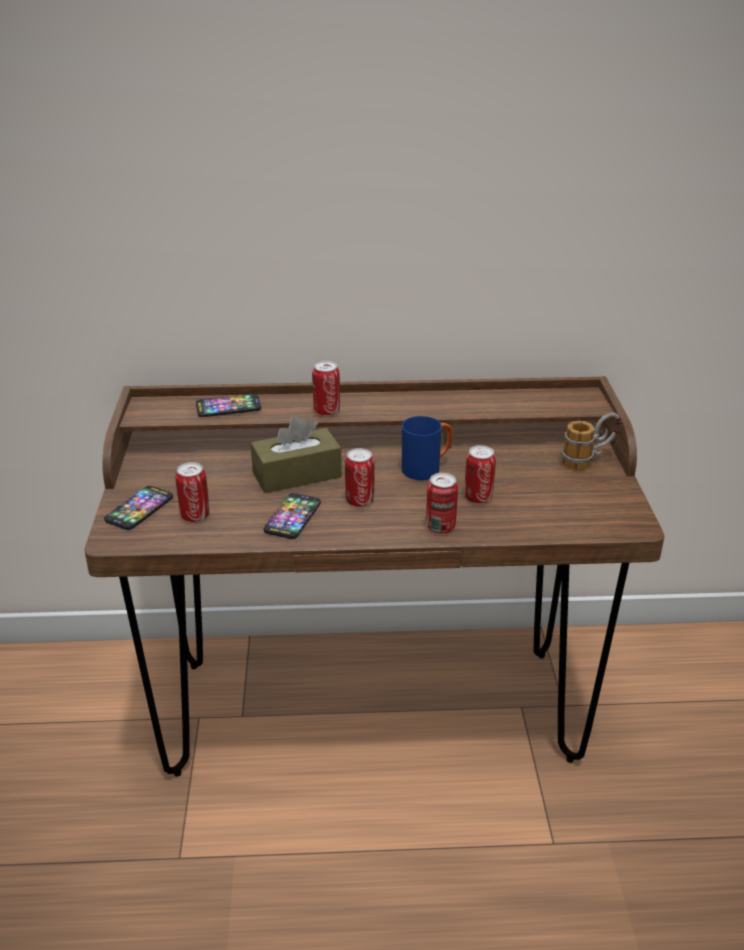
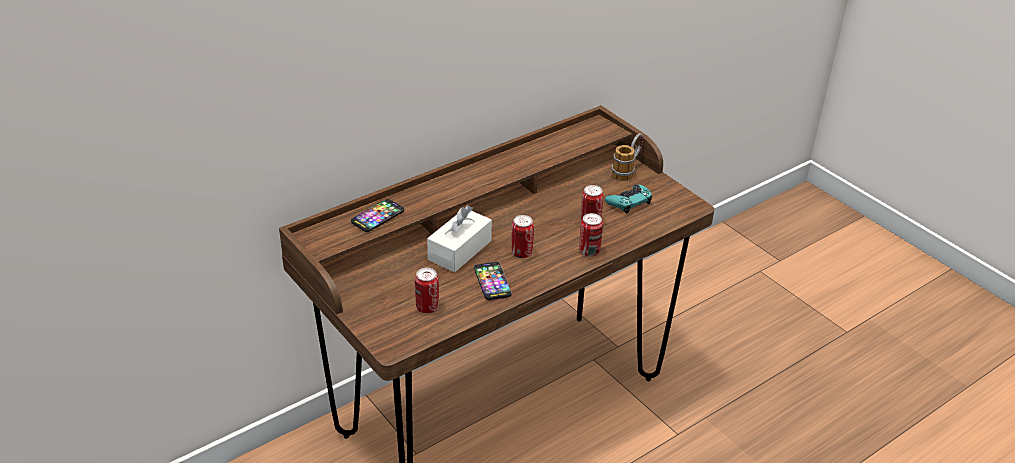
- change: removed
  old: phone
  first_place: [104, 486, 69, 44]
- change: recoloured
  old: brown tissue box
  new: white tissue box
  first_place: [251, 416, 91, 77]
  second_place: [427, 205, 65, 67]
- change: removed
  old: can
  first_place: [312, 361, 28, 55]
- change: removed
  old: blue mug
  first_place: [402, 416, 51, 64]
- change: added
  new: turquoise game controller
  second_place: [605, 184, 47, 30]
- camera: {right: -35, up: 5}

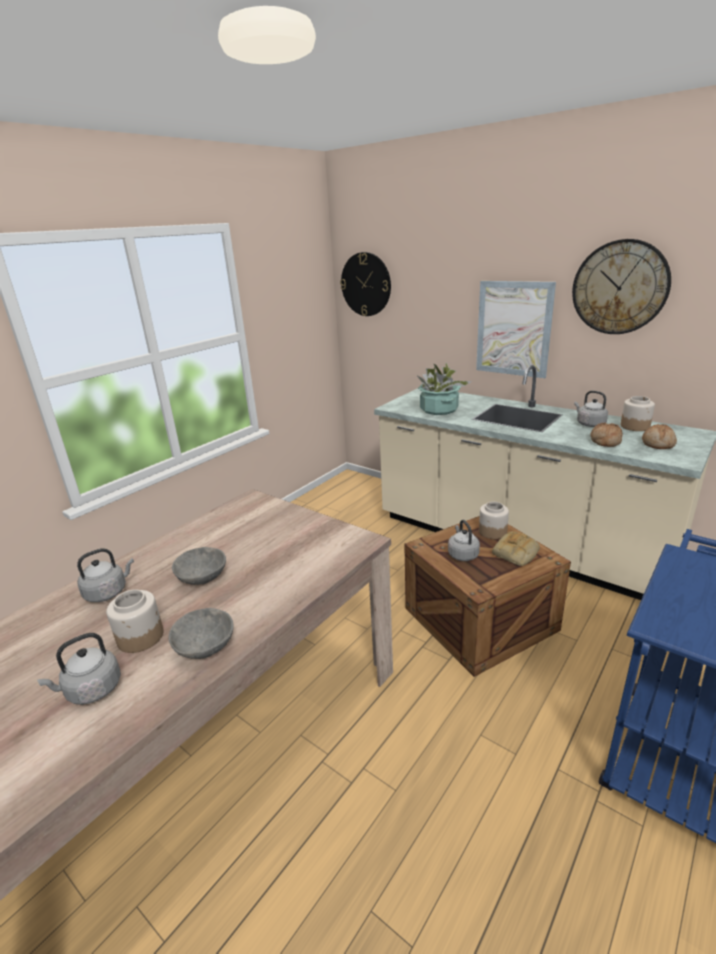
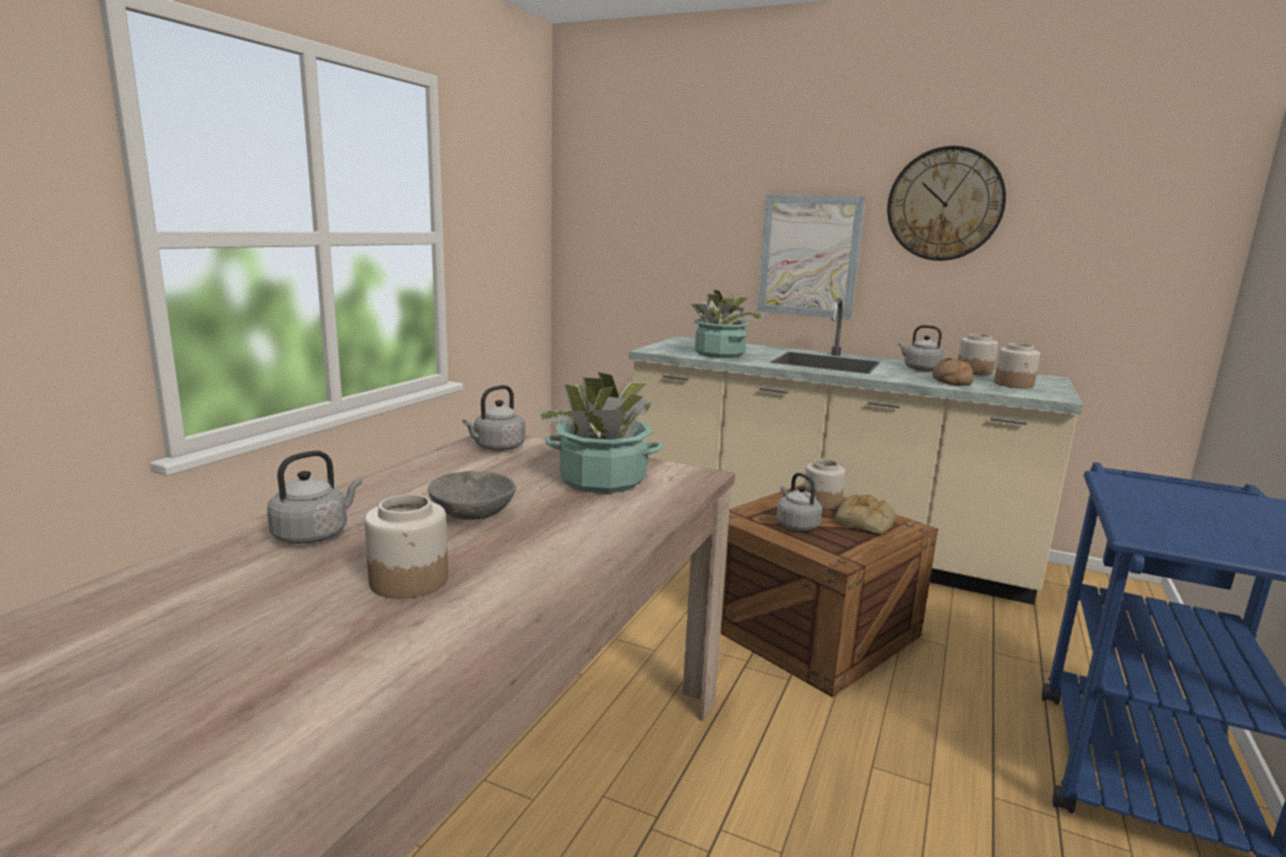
- change: moved
  old: grey kettle
  first_place: [37, 633, 84, 72]
  second_place: [462, 385, 63, 66]
- change: removed
  old: grey bowl
  first_place: [168, 608, 66, 51]
- change: removed
  old: wall clock
  first_place: [340, 252, 51, 64]
- change: replaced
  old: bread
  new: jar
  first_place: [642, 424, 35, 25]
  second_place: [994, 343, 46, 45]
- change: added
  new: potted plant
  second_place: [537, 372, 126, 122]
- camera: {right: -15, up: -10}

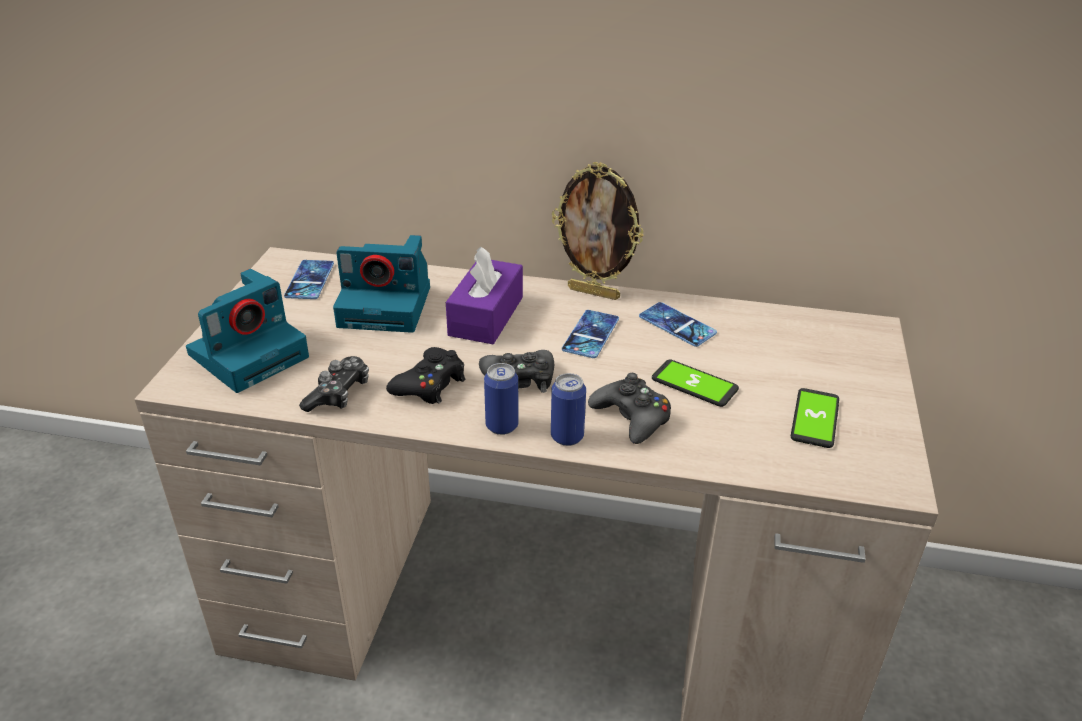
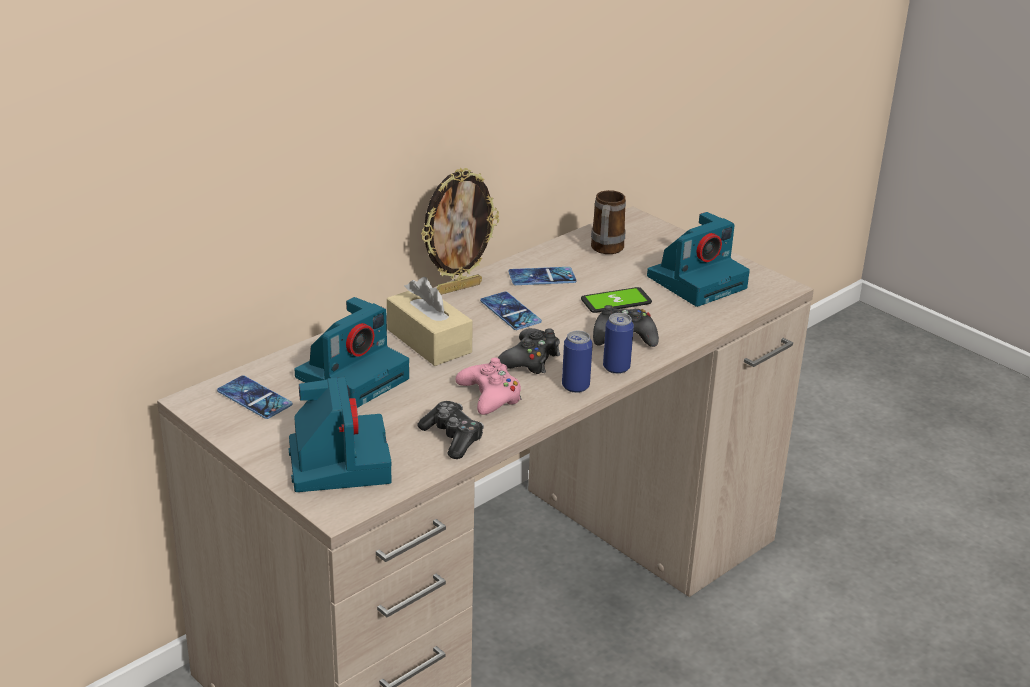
- change: recoloured
  old: black game controller
  new: pink game controller
  first_place: [386, 347, 79, 57]
  second_place: [456, 358, 66, 57]
- change: recoloured
  old: purple tissue box
  new: beige tissue box
  first_place: [446, 247, 77, 97]
  second_place: [387, 277, 86, 89]
- change: replaced
  old: phone
  new: photo camera
  first_place: [791, 388, 48, 60]
  second_place: [647, 212, 103, 95]
- change: added
  new: mug
  second_place: [591, 190, 35, 64]
- camera: {right: -55, up: -5}

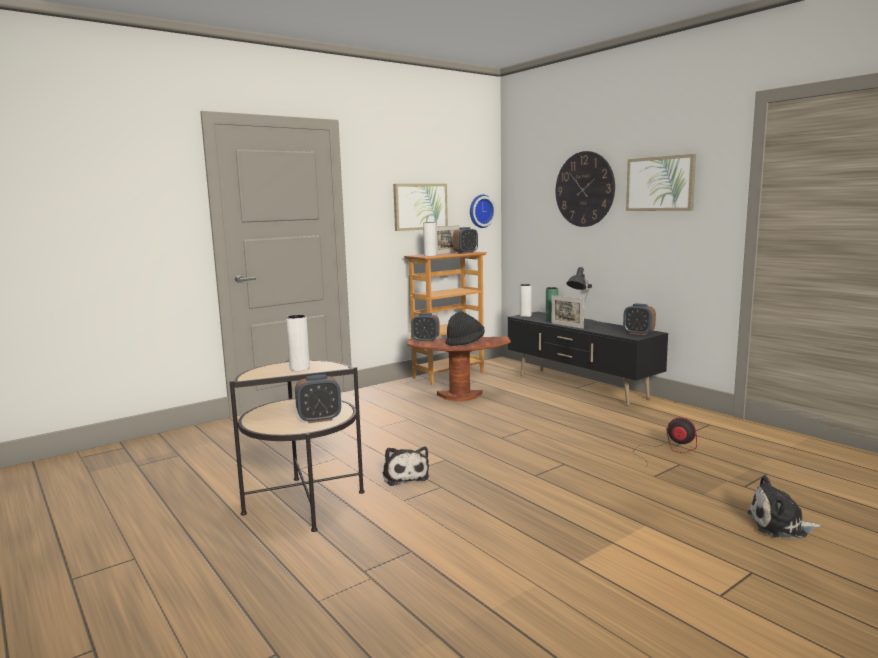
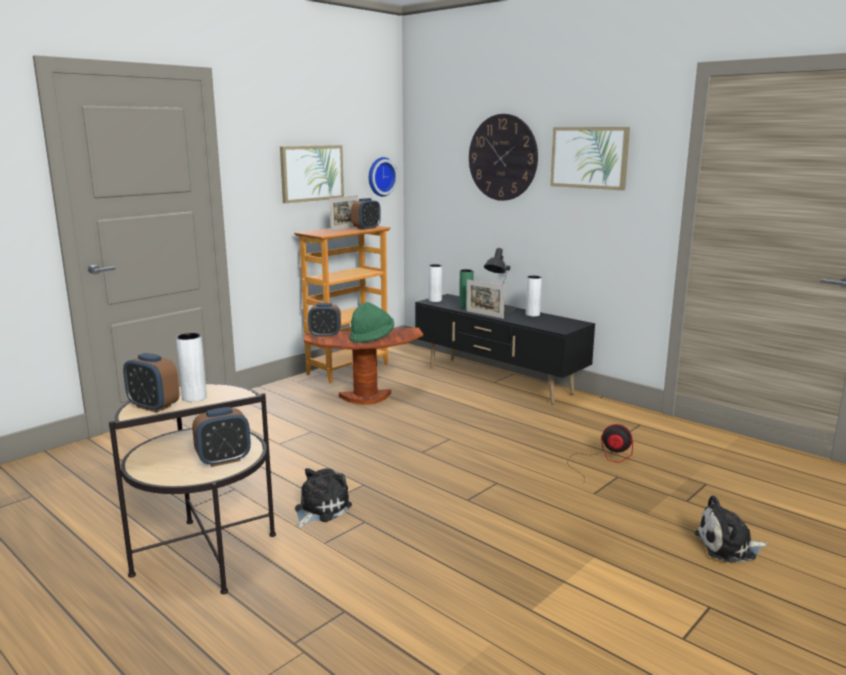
- change: turned
  old: plush toy
  first_place: [382, 447, 47, 39]
  second_place: [295, 468, 57, 60]
  degrees: -120
- change: moved
  old: white vase
  first_place: [423, 222, 13, 34]
  second_place: [526, 276, 16, 41]
- change: recoloured
  old: black hat
  new: green hat
  first_place: [445, 311, 39, 35]
  second_place: [349, 302, 45, 41]
- change: moved
  old: alarm clock
  first_place: [623, 303, 33, 32]
  second_place: [123, 353, 57, 60]
- camera: {right: -10, up: 5}

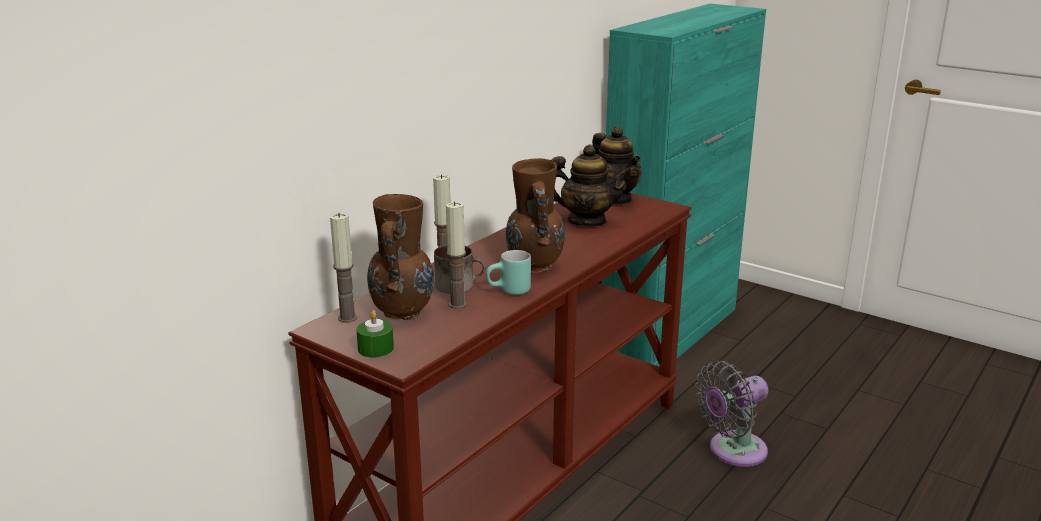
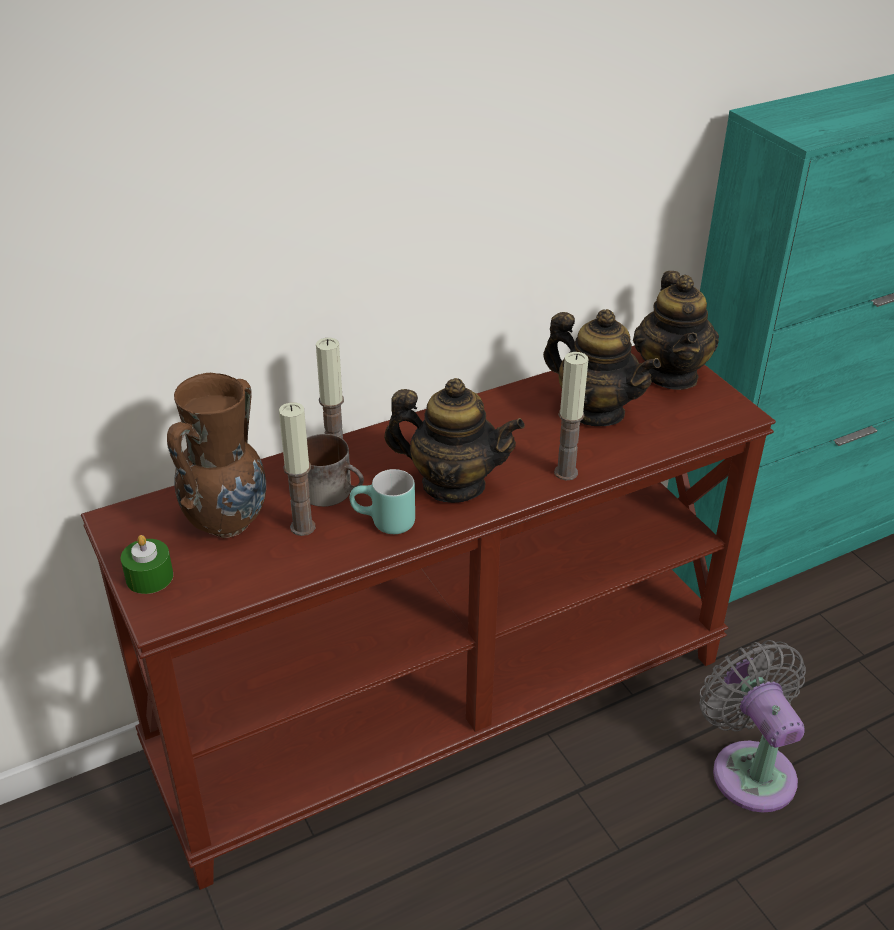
- change: moved
  old: candle
  first_place: [330, 213, 27, 110]
  second_place: [554, 352, 34, 129]
- change: replaced
  old: brown vase
  new: teapot
  first_place: [506, 158, 59, 115]
  second_place: [384, 378, 141, 125]
- change: turned
  old: grey fan
  first_place: [695, 361, 73, 106]
  second_place: [700, 640, 106, 173]
  degrees: 75
- camera: {right: 25, up: 15}

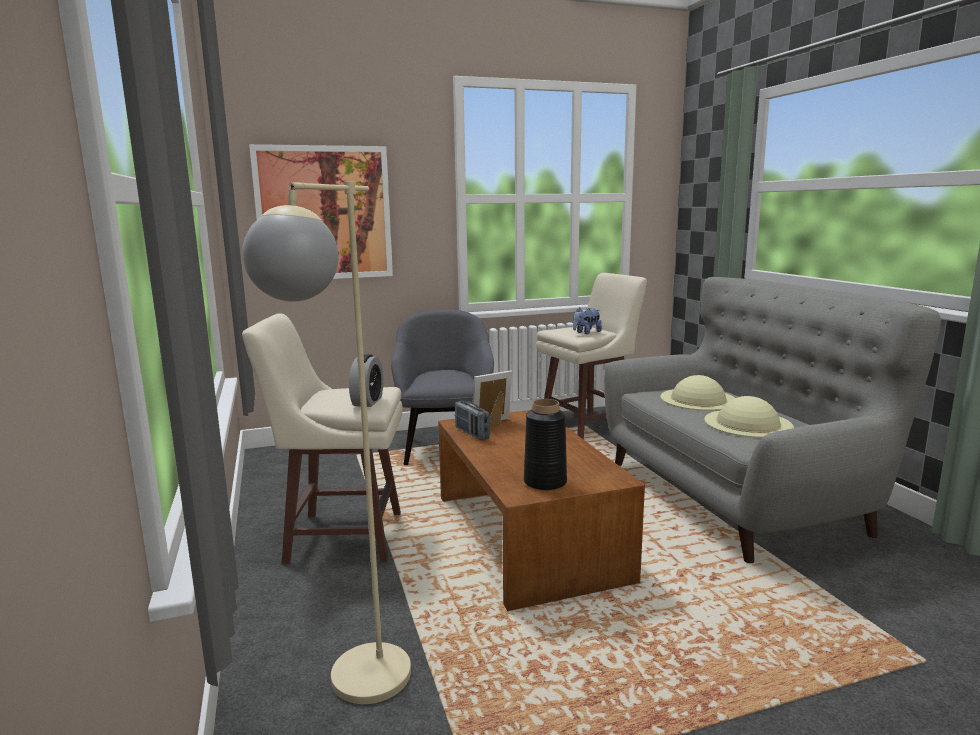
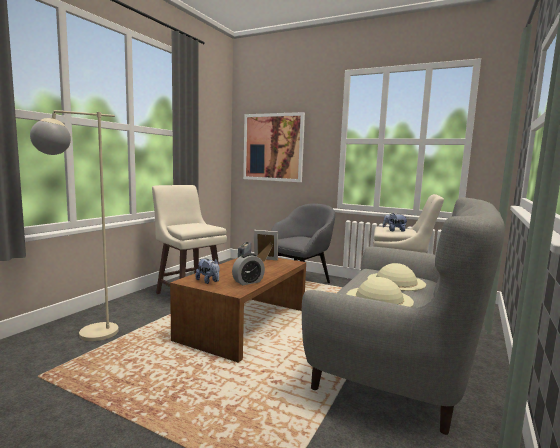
- change: moved
  old: alarm clock
  first_place: [349, 354, 35, 53]
  second_place: [232, 253, 33, 32]
- change: replaced
  old: black vase
  new: plush toy
  first_place: [524, 399, 43, 92]
  second_place: [195, 258, 25, 26]
- camera: {right: 45, up: -5}

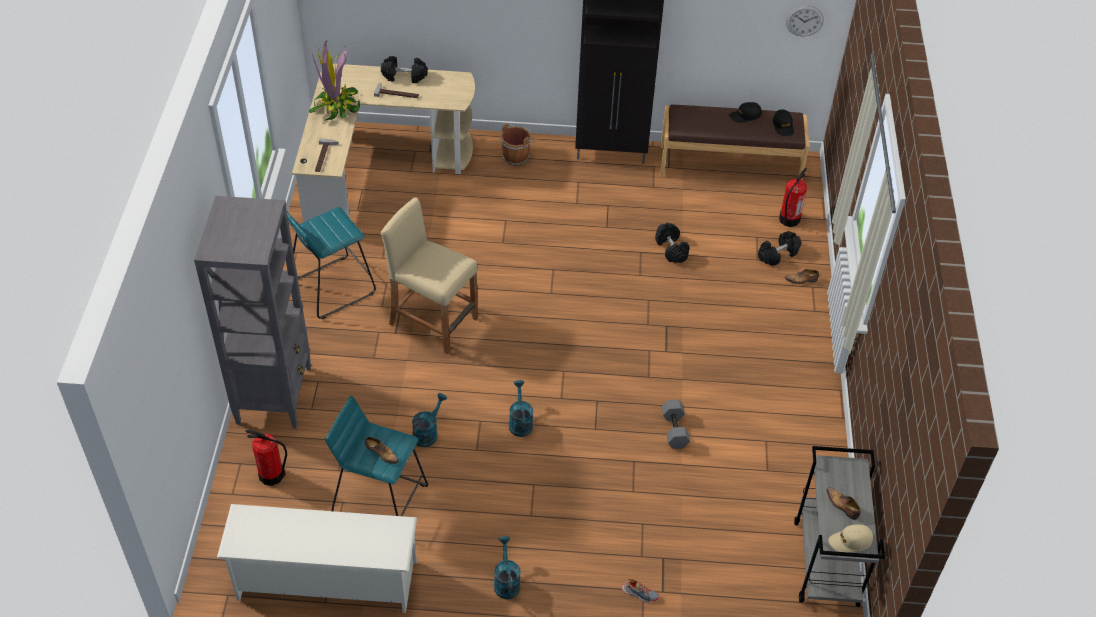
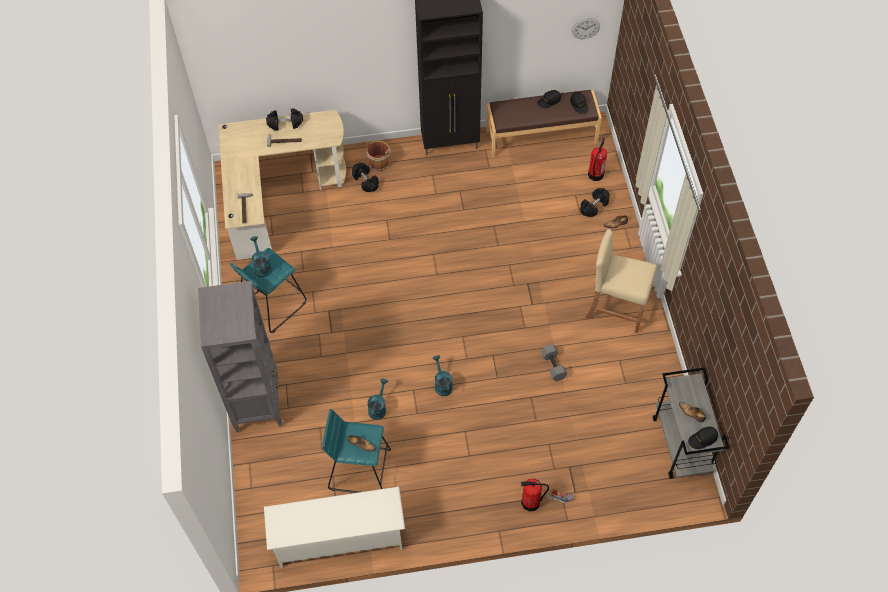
- change: moved
  old: fire extinguisher
  first_place: [246, 430, 41, 56]
  second_place: [521, 478, 28, 33]
- change: removed
  old: potted plant
  first_place: [309, 41, 52, 80]
- change: moved
  old: beige stool
  first_place: [381, 197, 97, 157]
  second_place: [585, 229, 72, 104]
- change: moved
  old: turquoise watering can
  first_place: [494, 536, 27, 63]
  second_place: [250, 236, 22, 41]
- change: moved
  old: black dumbbell
  first_place: [655, 223, 35, 40]
  second_place: [352, 162, 27, 30]
- change: recoloured
  old: beige cap
  new: black cap
  first_place: [829, 524, 44, 29]
  second_place: [688, 427, 30, 22]
- camera: {right: -10, up: 10}

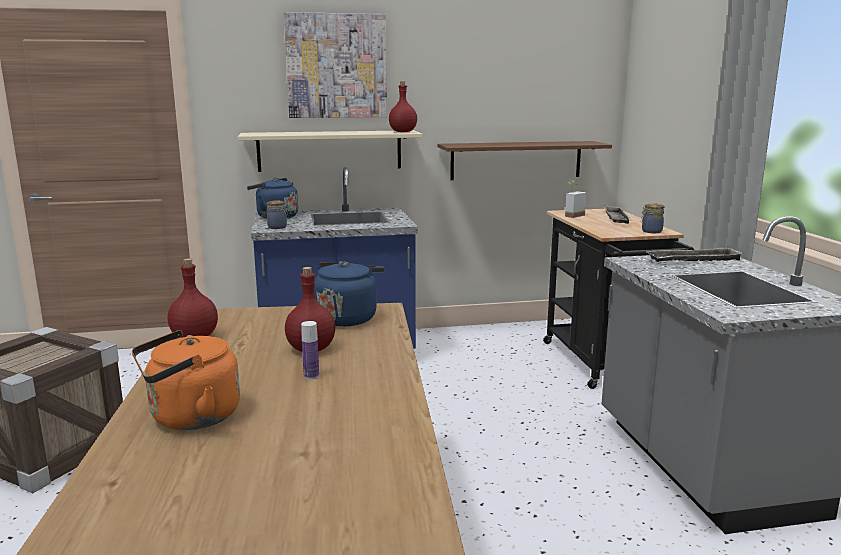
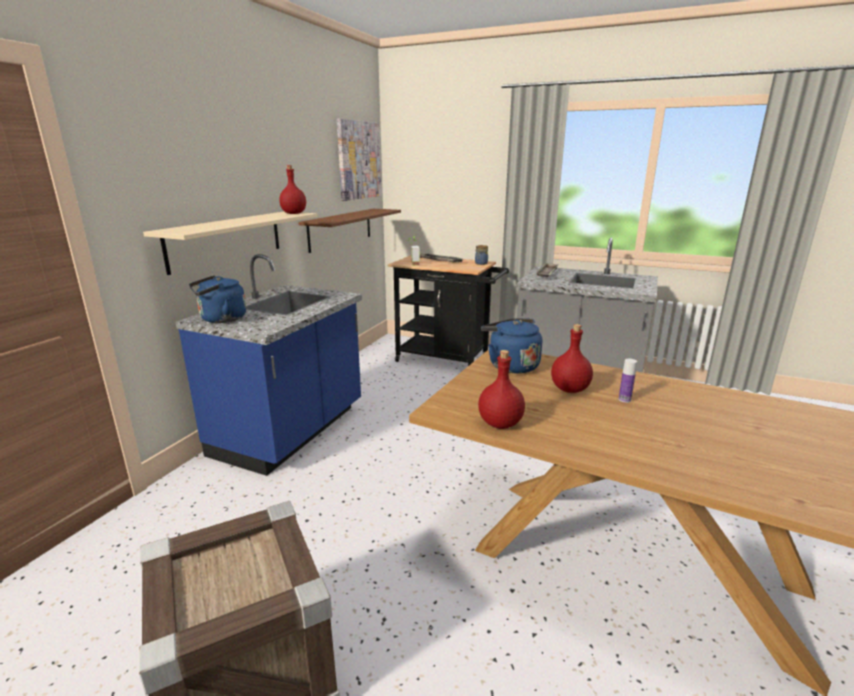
- change: removed
  old: orange kettle
  first_place: [132, 330, 108, 100]
- change: removed
  old: jar
  first_place: [267, 200, 21, 29]
- change: moved
  old: picture
  first_place: [284, 12, 103, 106]
  second_place: [337, 119, 44, 82]
- camera: {right: -55, up: 5}

